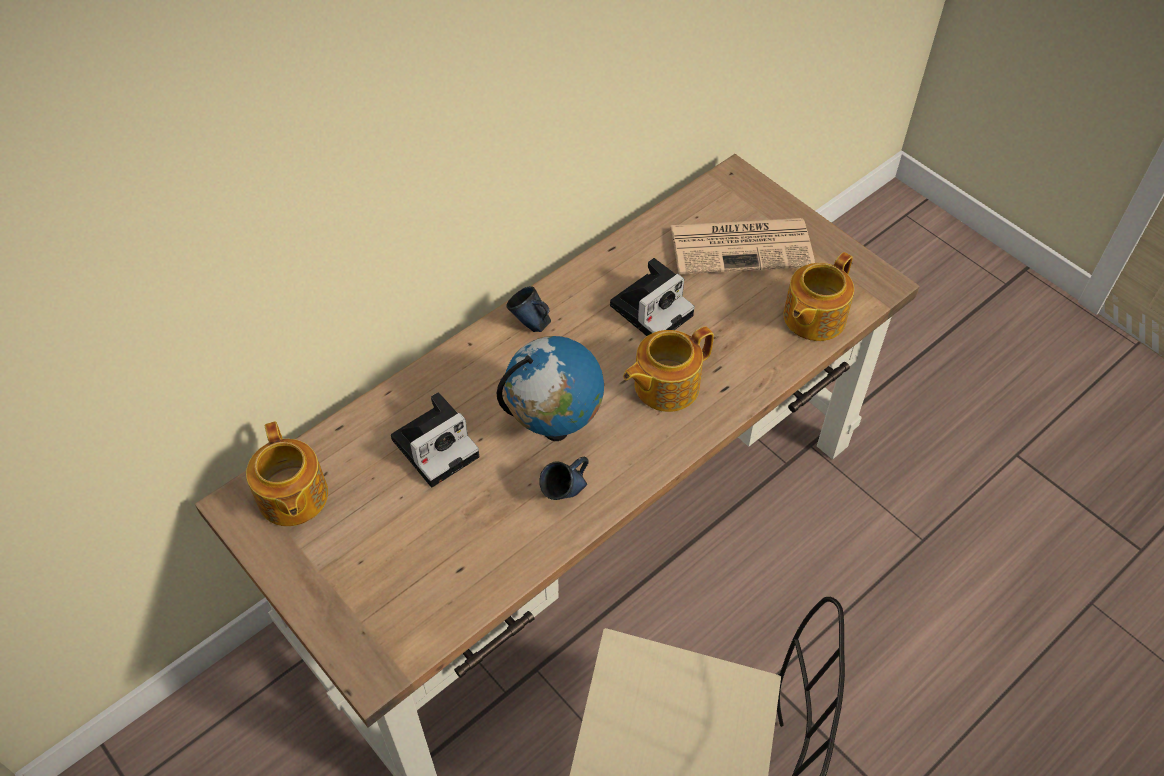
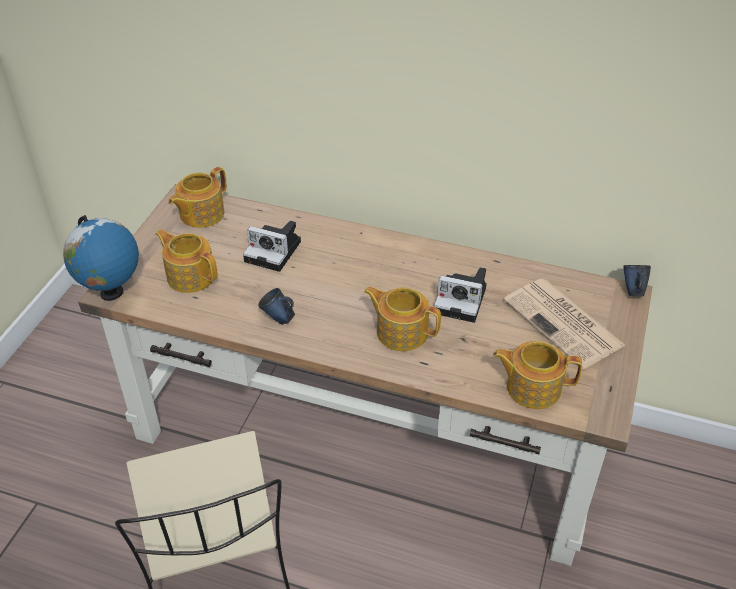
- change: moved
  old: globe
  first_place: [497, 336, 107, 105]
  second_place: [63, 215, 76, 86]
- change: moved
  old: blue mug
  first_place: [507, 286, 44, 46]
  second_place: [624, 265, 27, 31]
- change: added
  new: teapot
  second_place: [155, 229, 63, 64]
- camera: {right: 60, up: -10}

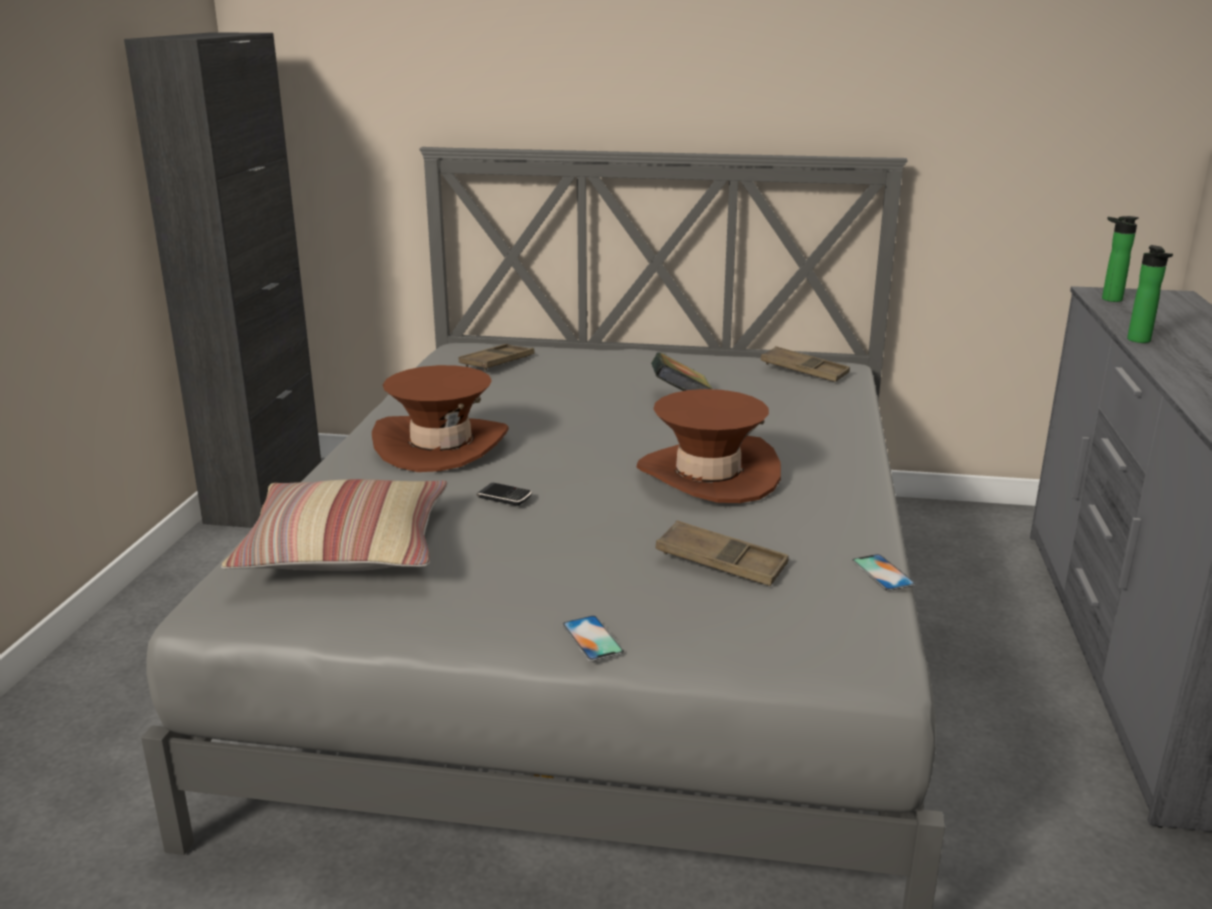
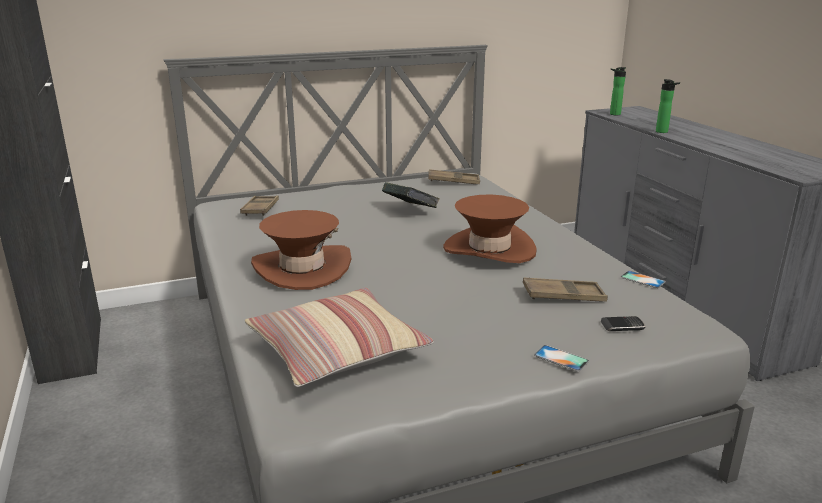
- change: moved
  old: phone
  first_place: [476, 483, 56, 23]
  second_place: [601, 316, 44, 15]
- camera: {right: -30, up: 0}

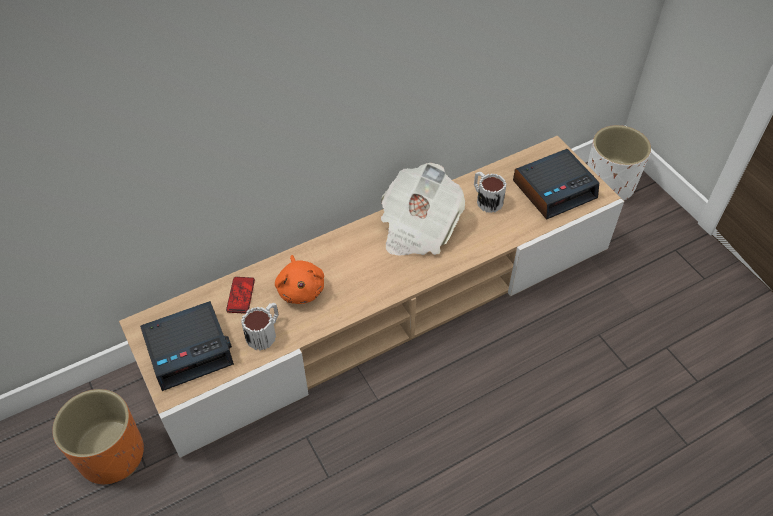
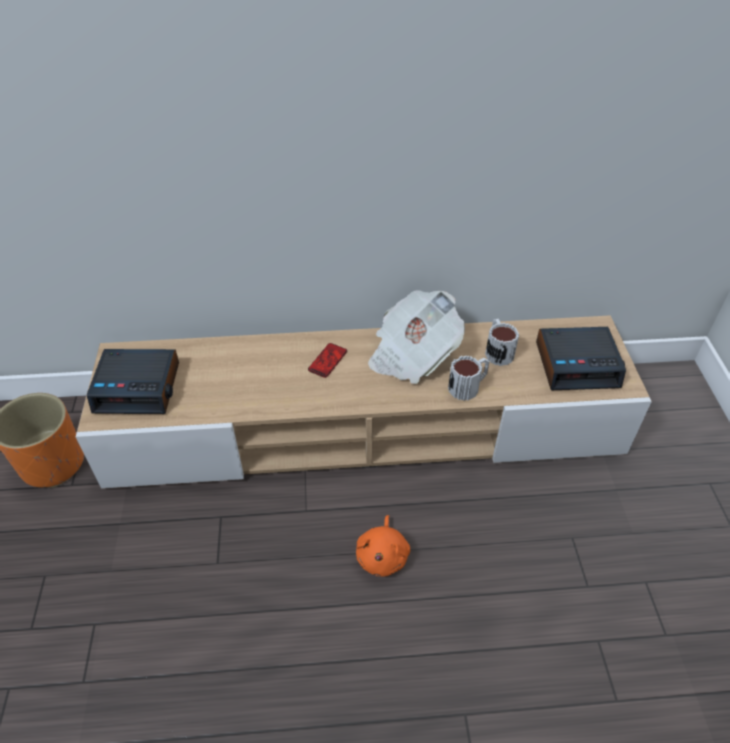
- change: moved
  old: phone
  first_place: [226, 277, 29, 37]
  second_place: [308, 343, 39, 35]
- change: moved
  old: mug
  first_place: [241, 303, 38, 48]
  second_place: [448, 356, 42, 45]
- change: moved
  old: orange plush toy
  first_place: [275, 255, 49, 49]
  second_place: [356, 515, 54, 61]
- change: removed
  old: white planter
  first_place: [587, 125, 64, 76]
- camera: {right: 25, up: -5}

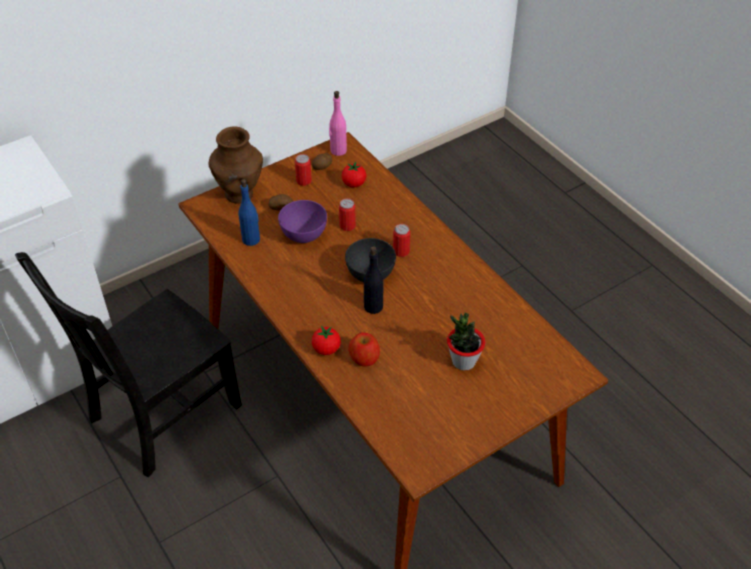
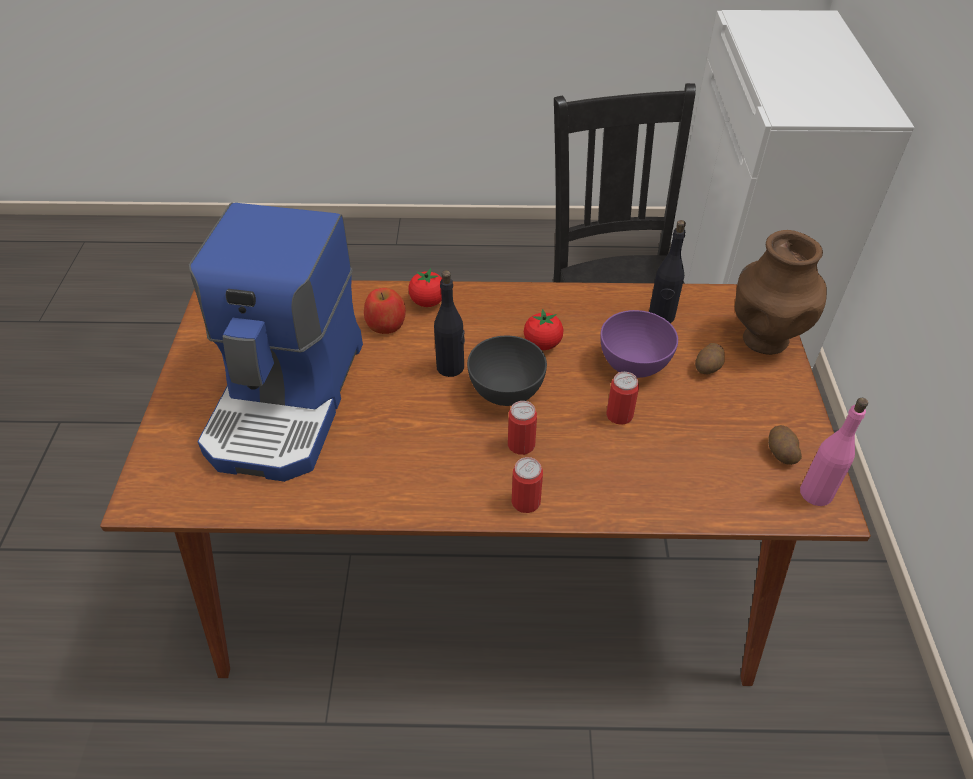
- change: recoloured
  old: blue bottle
  new: black bottle
  first_place: [238, 179, 22, 67]
  second_place: [649, 220, 37, 103]
- change: moved
  old: can
  first_place: [295, 154, 17, 32]
  second_place: [512, 457, 31, 56]
- change: moved
  old: tomato
  first_place: [342, 162, 24, 25]
  second_place: [524, 309, 39, 41]
- change: replaced
  old: potted plant
  new: coffee machine
  first_place: [447, 313, 38, 57]
  second_place: [189, 203, 174, 279]
- camera: {right: 125, up: 0}

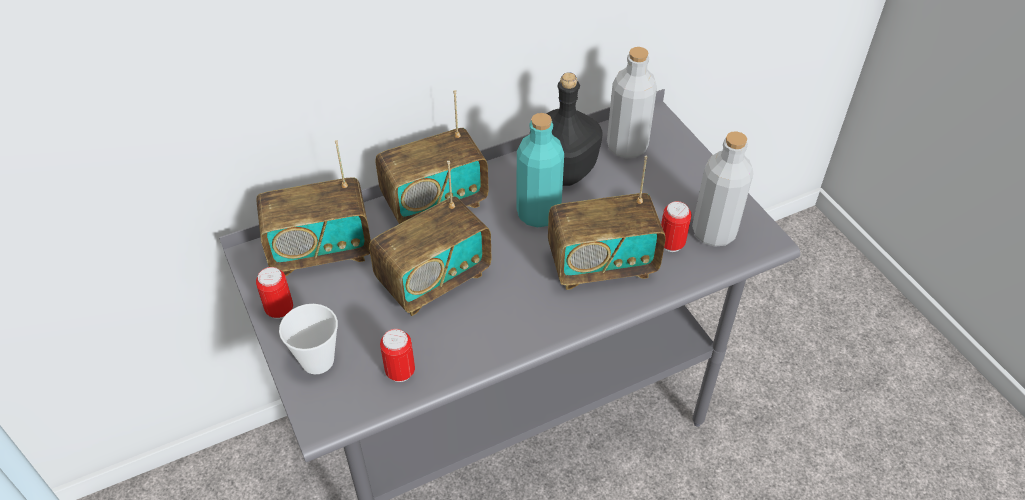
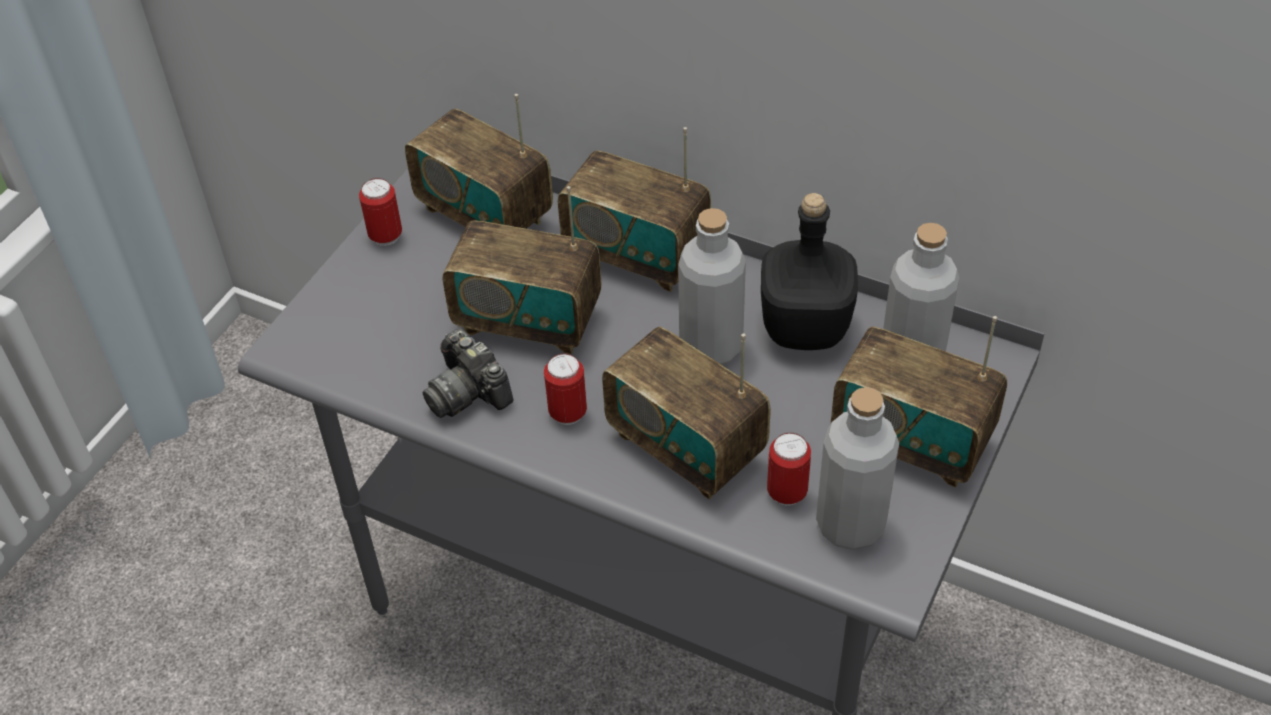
- change: removed
  old: cup
  first_place: [279, 304, 59, 70]
- change: moved
  old: can
  first_place: [380, 329, 35, 53]
  second_place: [544, 353, 43, 72]
- change: recoloured
  old: turquoise bottle
  new: grey bottle
  first_place: [516, 113, 48, 114]
  second_place: [678, 208, 68, 157]
- change: added
  new: photo camera
  second_place: [423, 328, 91, 90]
- change: added
  new: radio
  second_place: [831, 316, 176, 172]
- camera: {right: 55, up: 0}

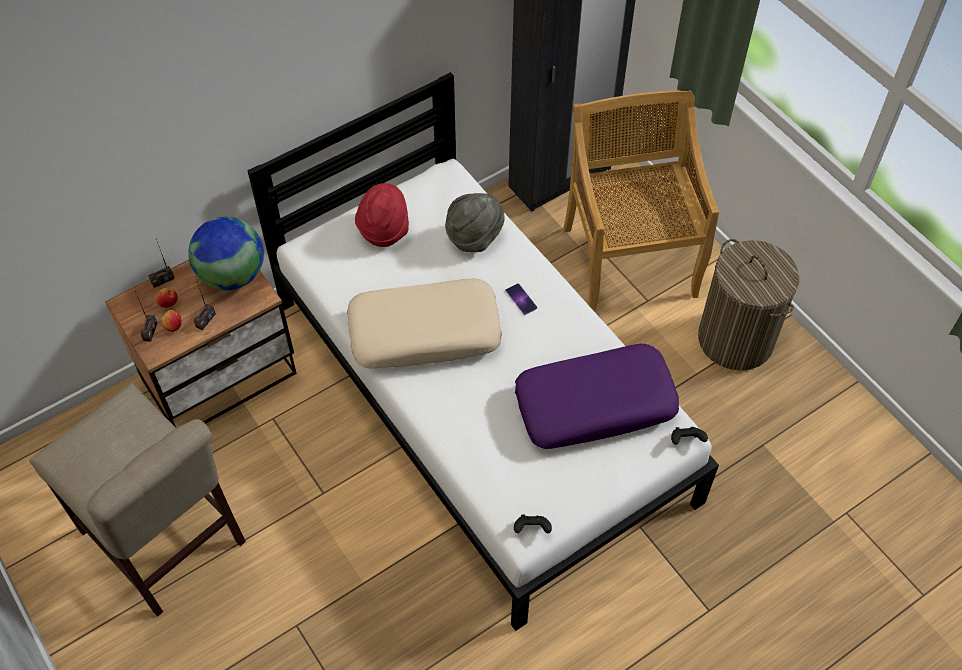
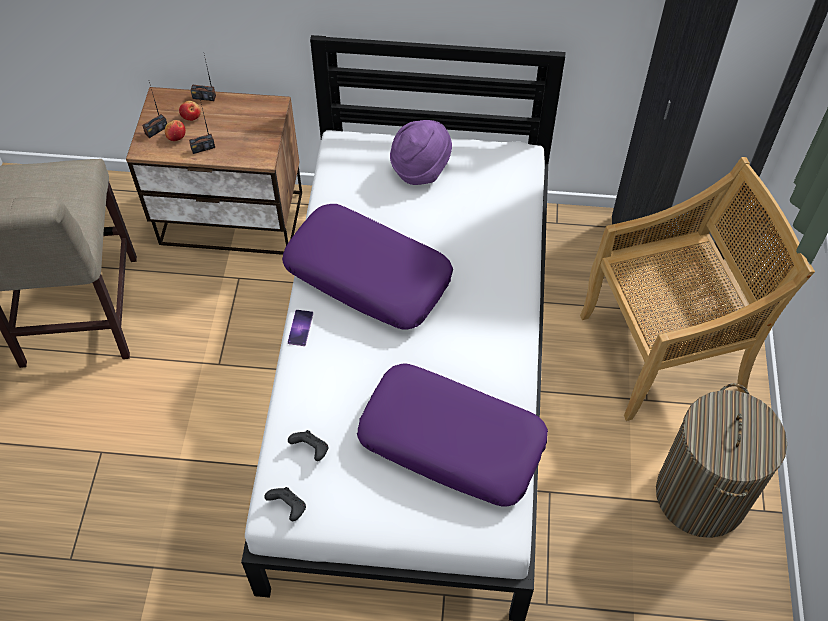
- change: removed
  old: globe
  first_place: [188, 217, 76, 73]
- change: recoloured
  old: beige pillow
  new: purple pillow
  first_place: [347, 278, 155, 90]
  second_place: [282, 204, 171, 126]
- change: recoloured
  old: red hat
  new: purple hat
  first_place: [355, 183, 54, 64]
  second_place: [390, 120, 62, 65]
- change: removed
  old: grey hat
  first_place: [445, 193, 60, 59]
- change: moved
  old: phone
  first_place: [506, 283, 31, 32]
  second_place: [288, 310, 25, 36]
- change: turned
  old: beige chair
  first_place: [563, 90, 156, 222]
  second_place: [580, 157, 235, 264]
  degrees: 45
- change: moved
  old: black game controller
  first_place: [671, 427, 37, 18]
  second_place: [288, 430, 40, 31]
- camera: {right: 40, up: 0}

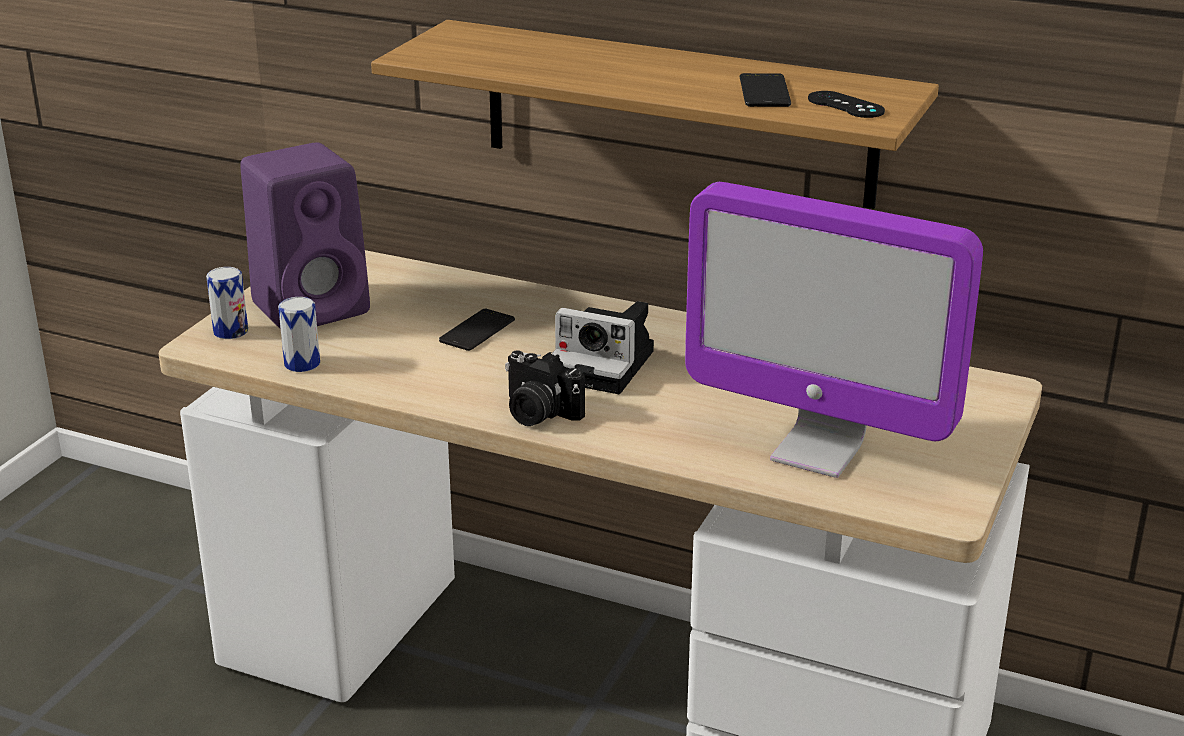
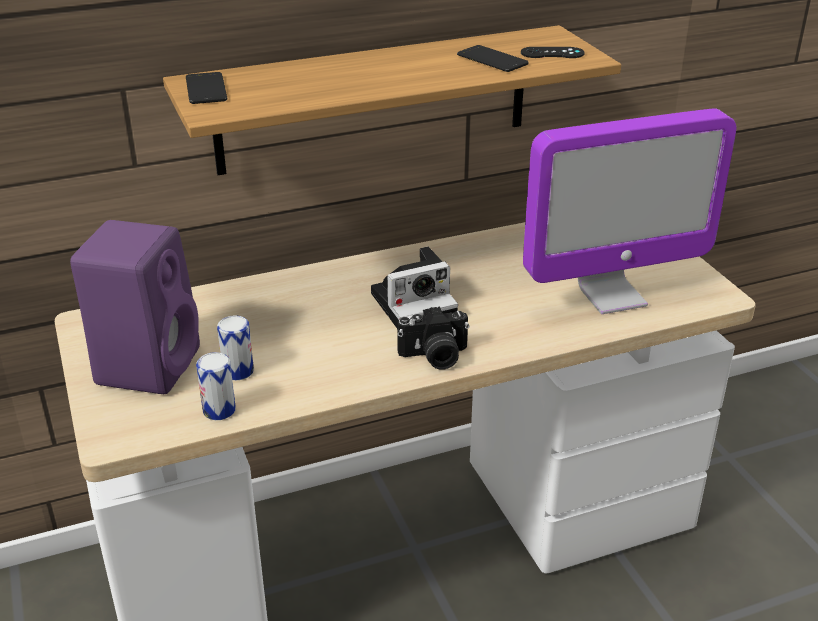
- change: moved
  old: can
  first_place: [206, 267, 42, 72]
  second_place: [217, 315, 37, 65]
- change: moved
  old: phone
  first_place: [439, 309, 76, 42]
  second_place: [186, 72, 41, 32]
- camera: {right: -45, up: 5}

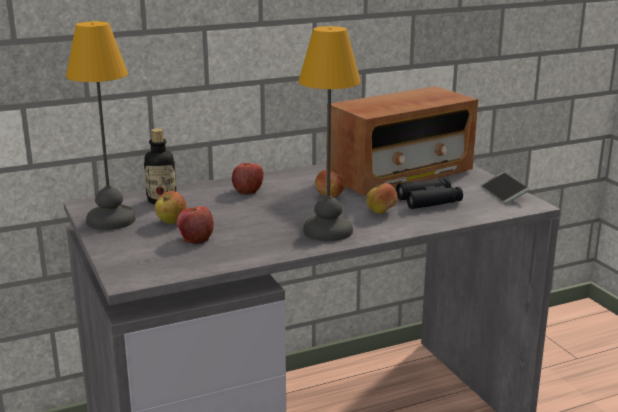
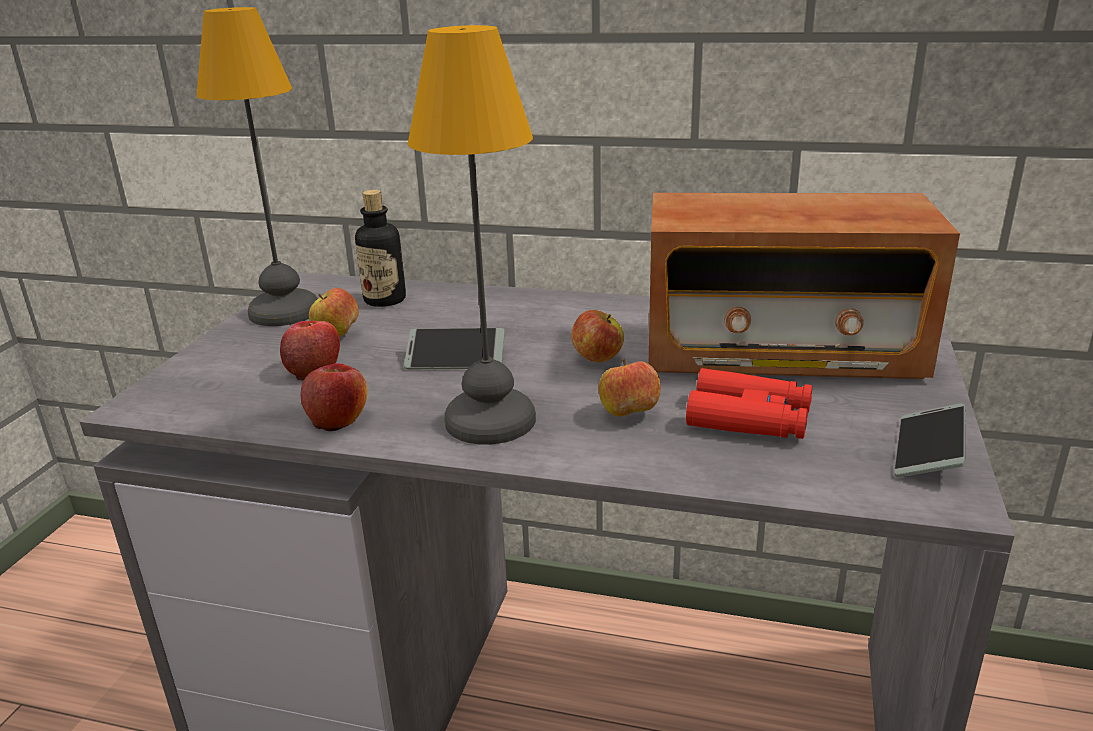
- change: moved
  old: apple
  first_place: [232, 163, 32, 31]
  second_place: [300, 363, 68, 69]
- change: recoloured
  old: black binoculars
  new: red binoculars
  first_place: [396, 179, 67, 30]
  second_place: [686, 368, 126, 71]
- change: added
  new: phone
  second_place: [404, 328, 101, 41]
- camera: {right: 40, up: 5}

